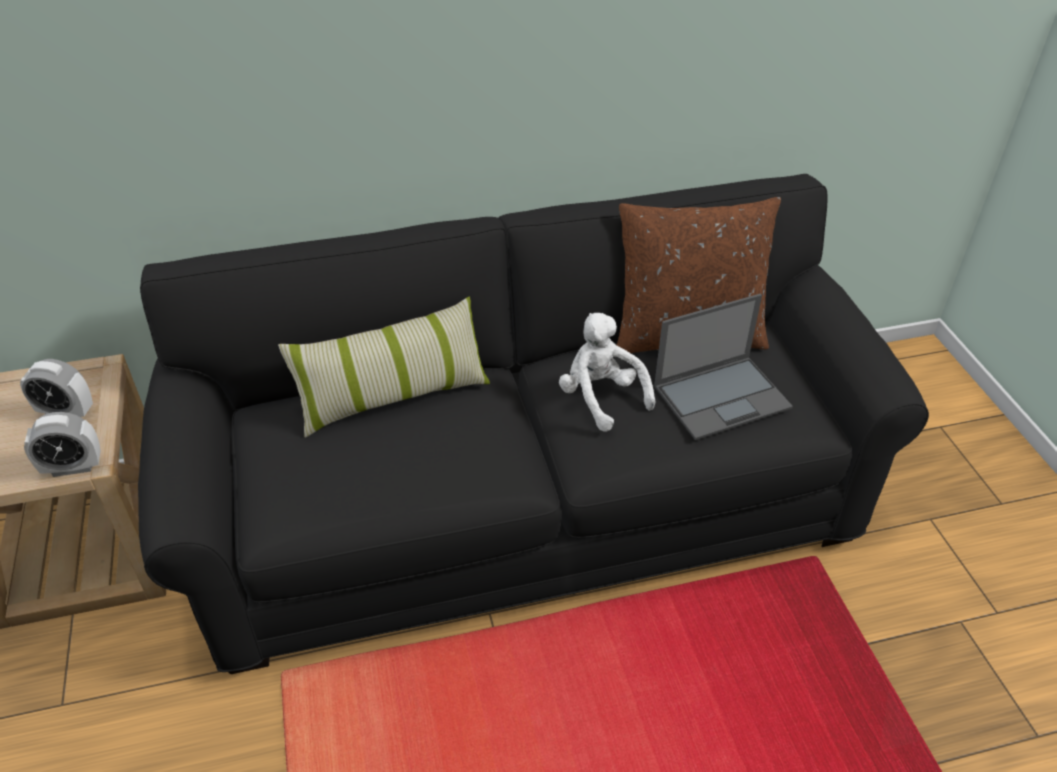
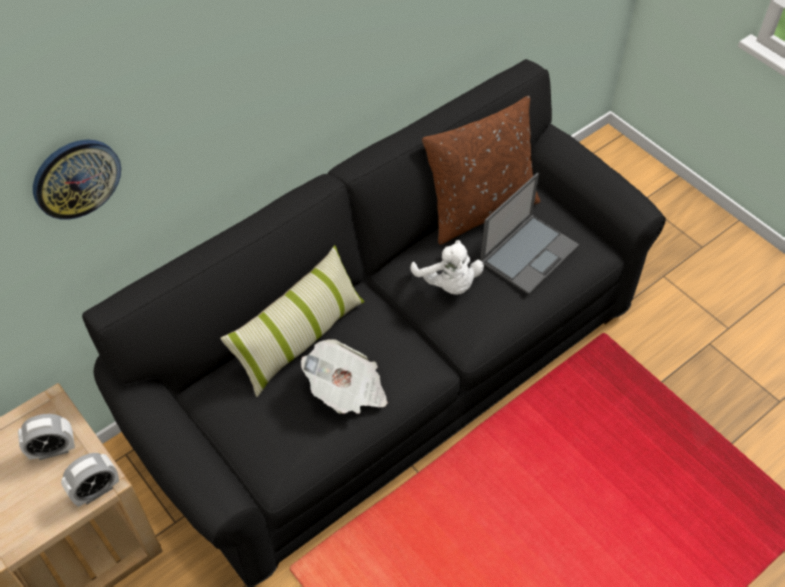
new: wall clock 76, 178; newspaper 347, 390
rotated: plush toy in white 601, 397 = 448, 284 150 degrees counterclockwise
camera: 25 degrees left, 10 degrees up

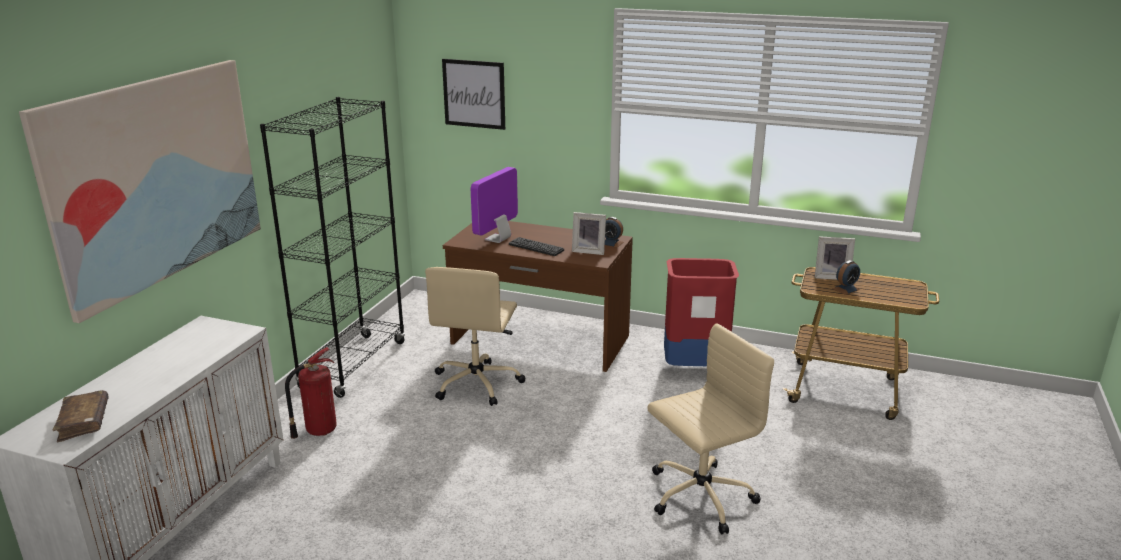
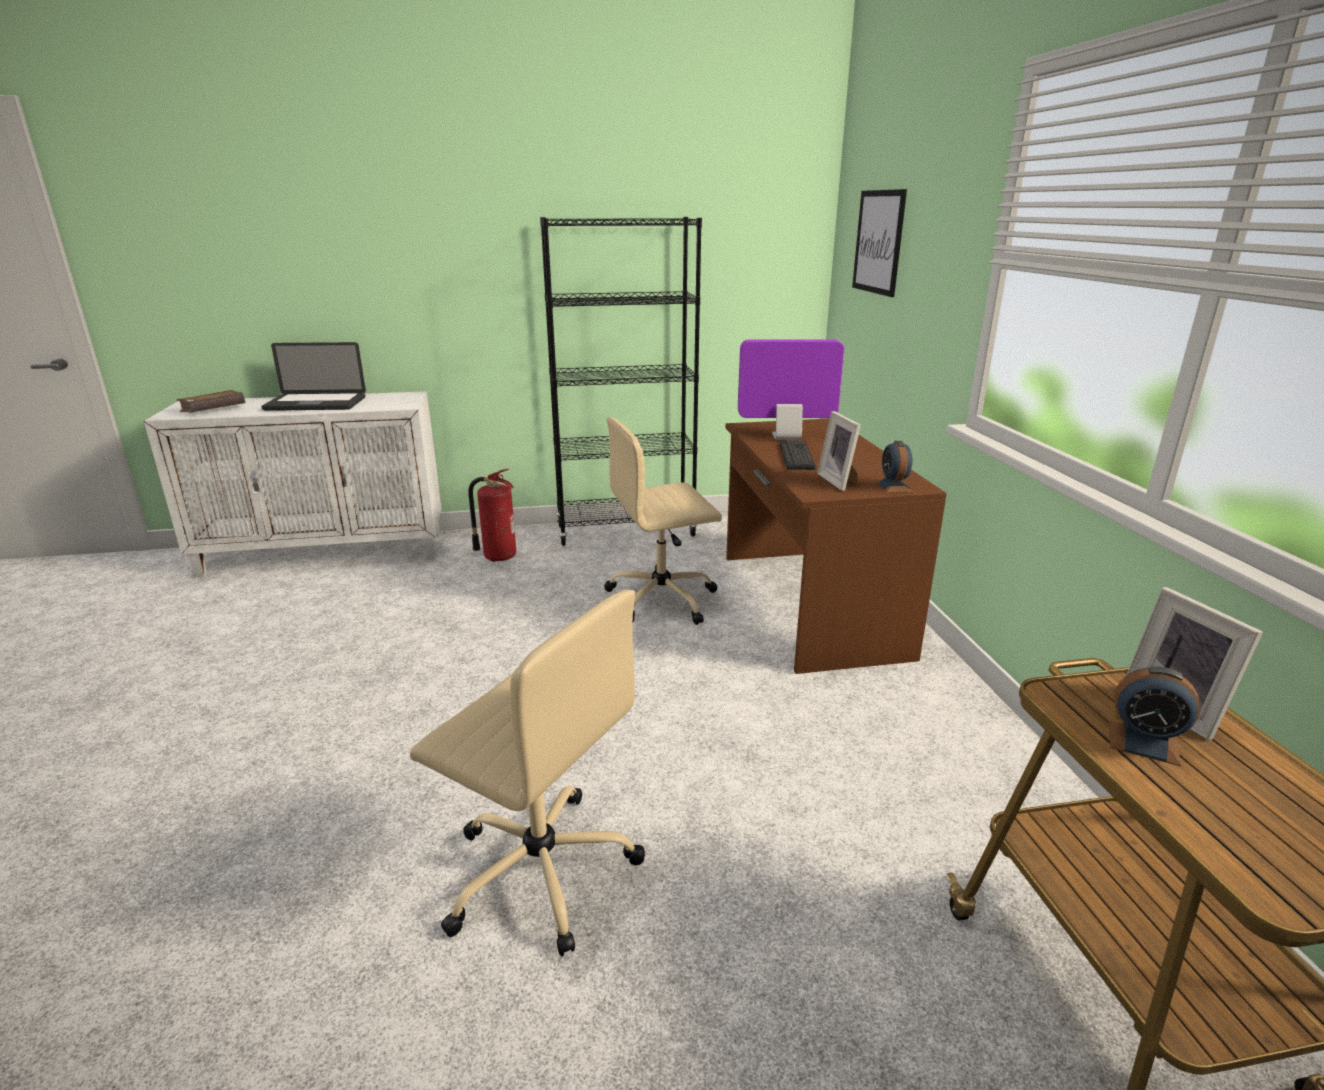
gone: picture 156, 180; trash can in red 694, 368
new: laptop 316, 404
camera: 60 degrees right, 0 degrees up

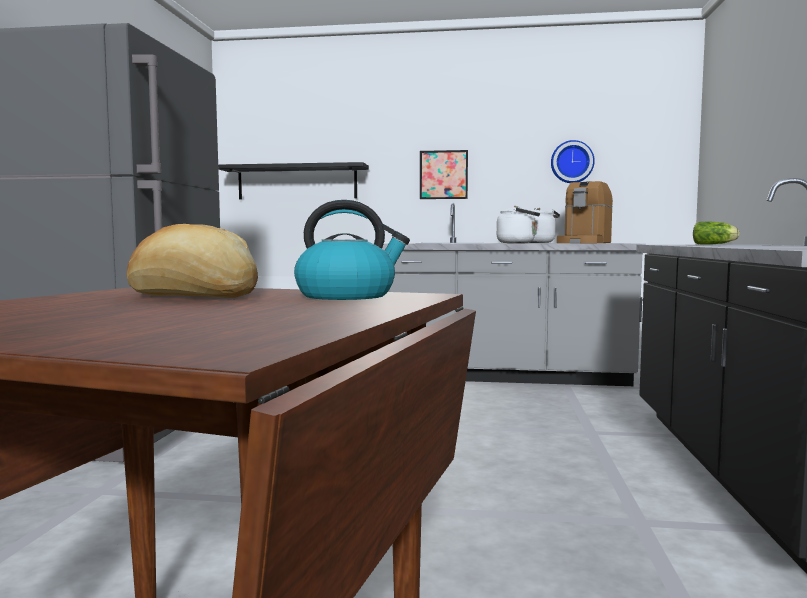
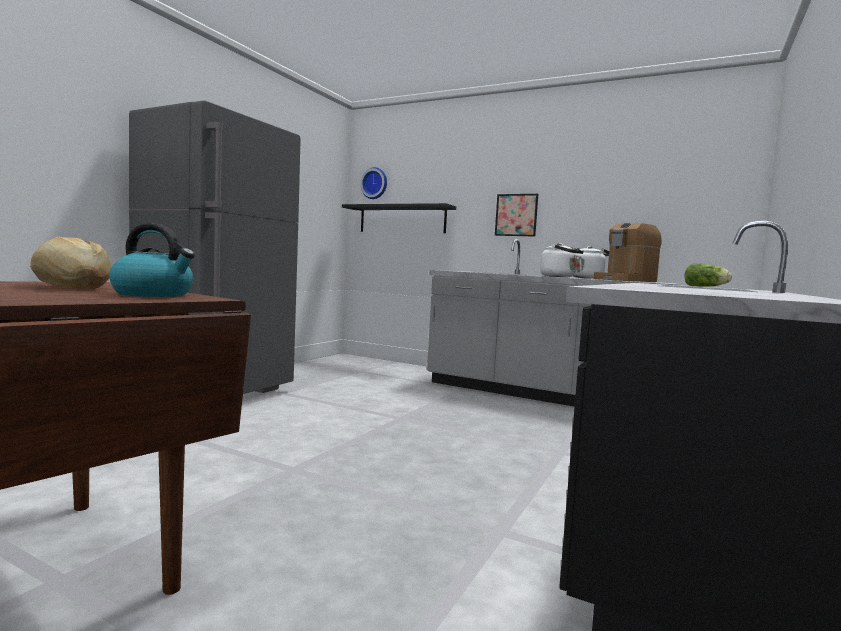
shifted: wall clock 572, 162 to 375, 183
camera: 20 degrees right, 0 degrees up

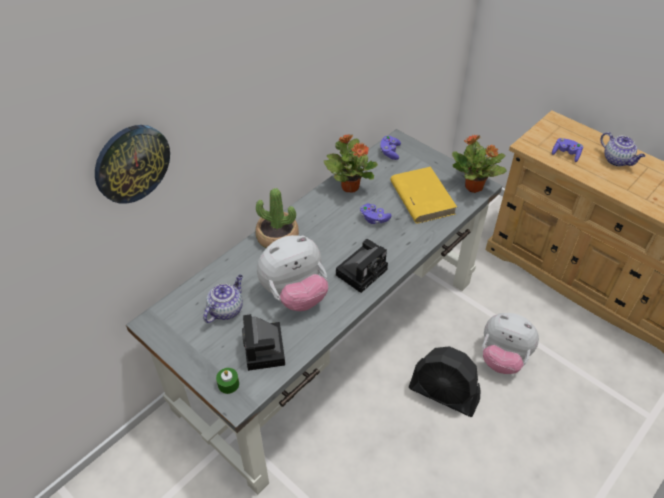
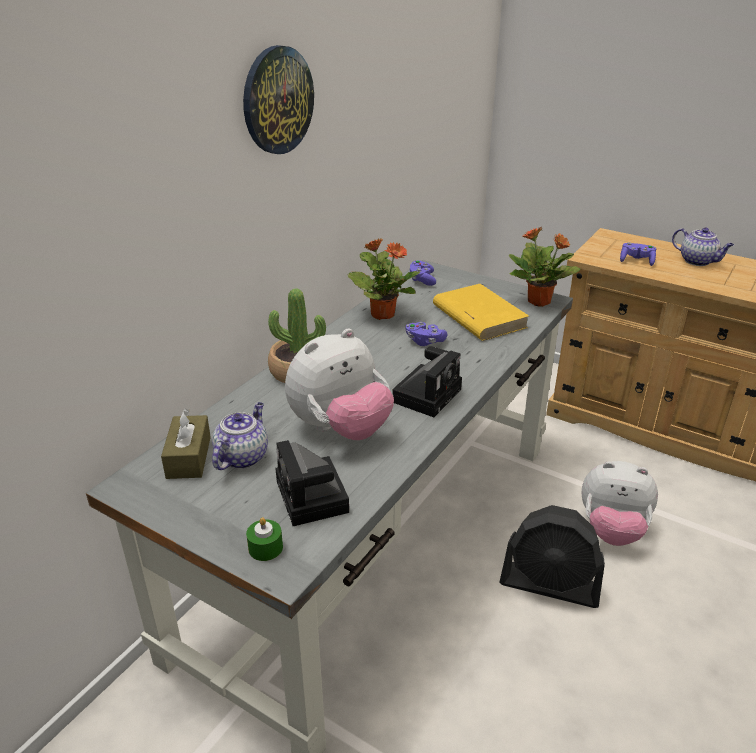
new: tissue box in brown 189, 457
shifted: wall clock 131, 163 to 277, 100
camera: 10 degrees left, 15 degrees down

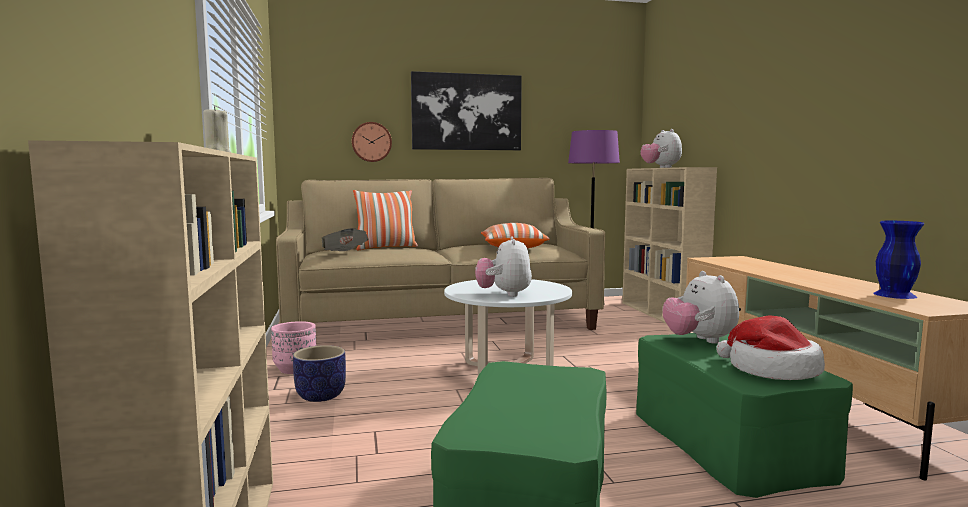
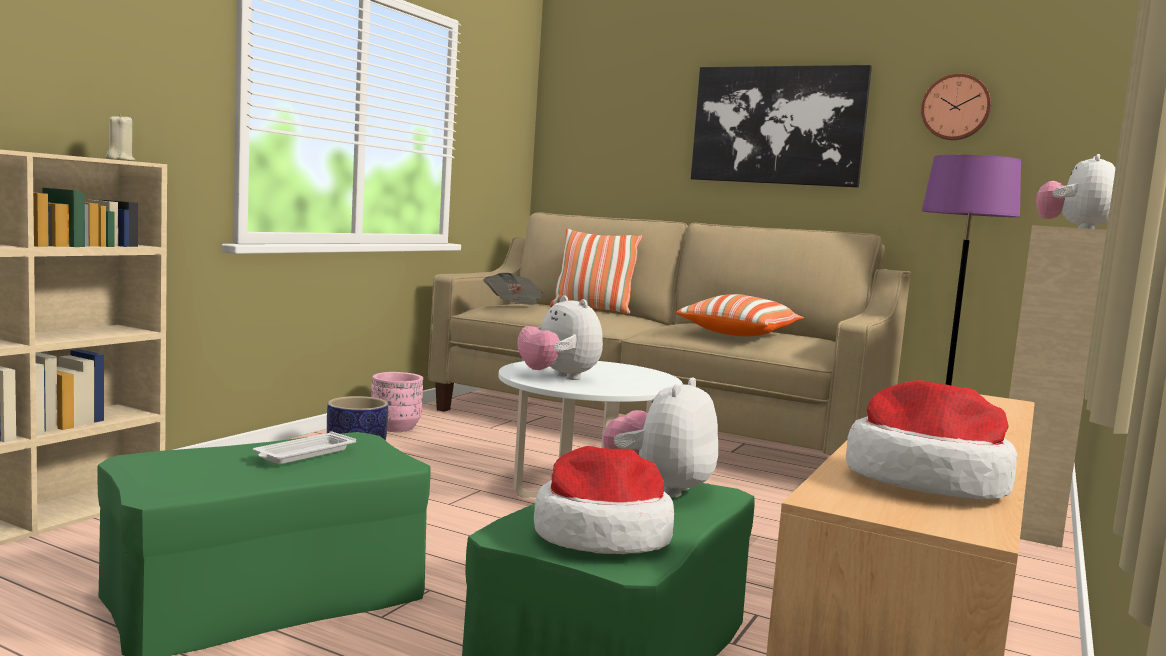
new: tray in white 303, 454
shifted: wall clock 371, 142 to 956, 107
swapped: vase in blue 893, 295 to hat 927, 481
rotated: plush toy 504, 294 = 558, 377 75 degrees counterclockwise
camera: 40 degrees right, 0 degrees up

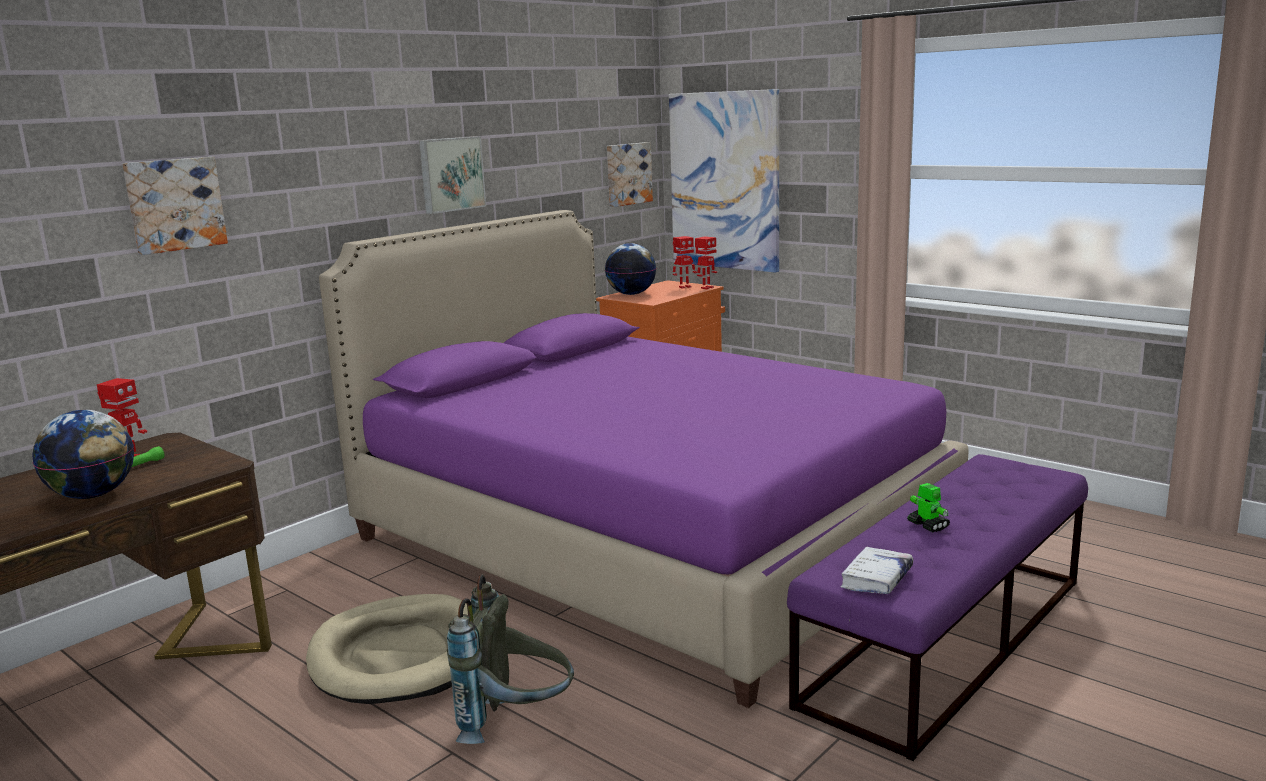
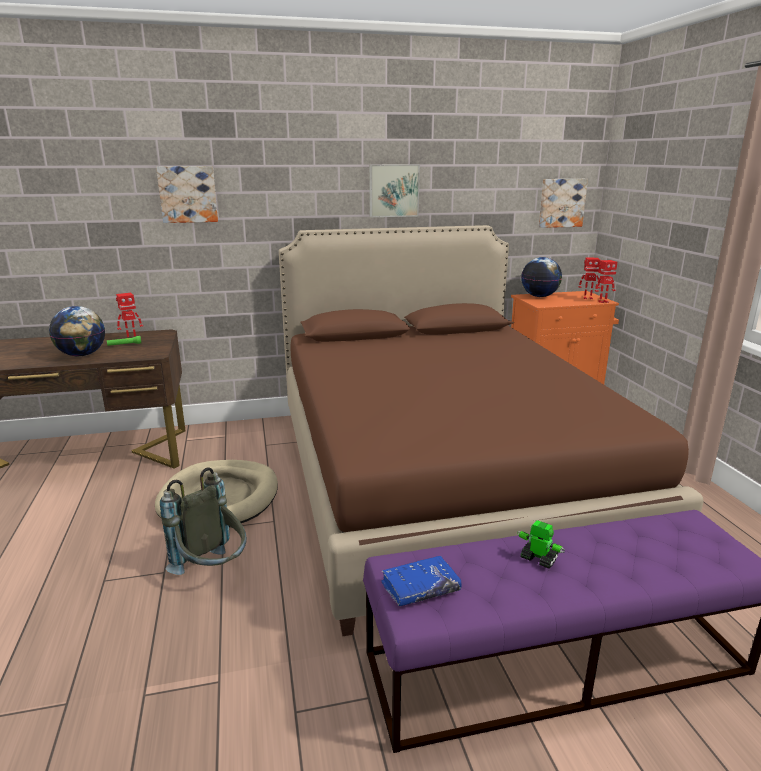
gone: picture 725, 181
repainted: bed in purple 647, 540 to bed in brown 439, 480; book in white 876, 579 to book in blue 420, 587
rotated: toy robot 927, 525 = 538, 558 60 degrees counterclockwise
camera: 35 degrees right, 5 degrees up

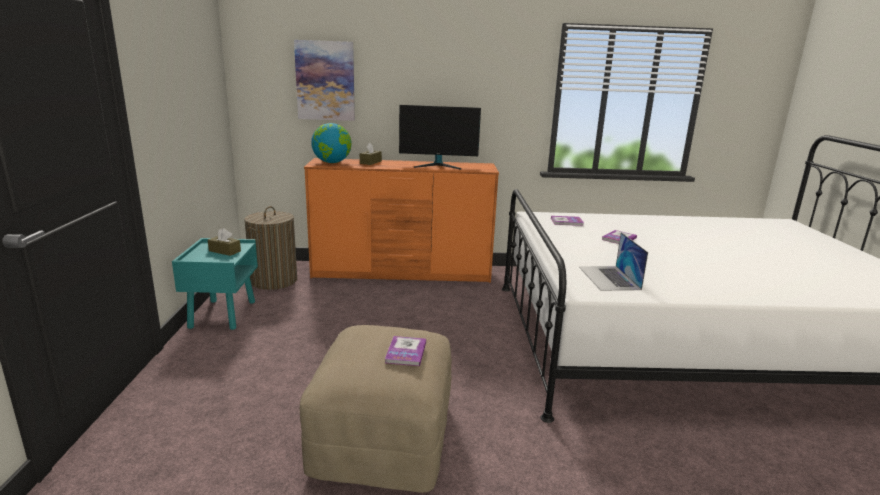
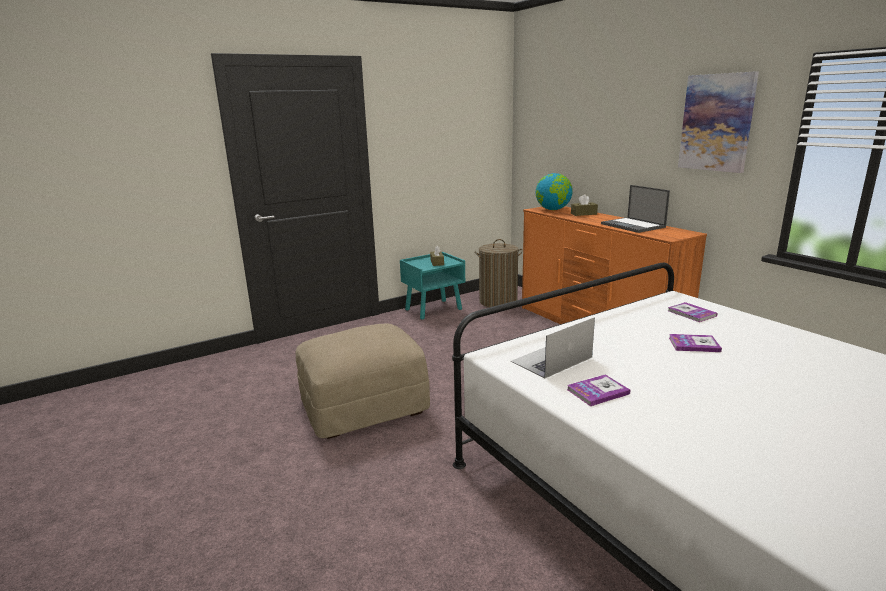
shifted: picture 325, 81 to 716, 123; book 406, 352 to 597, 391
swapped: monitor 438, 165 to laptop 633, 226
camera: 60 degrees right, 0 degrees up

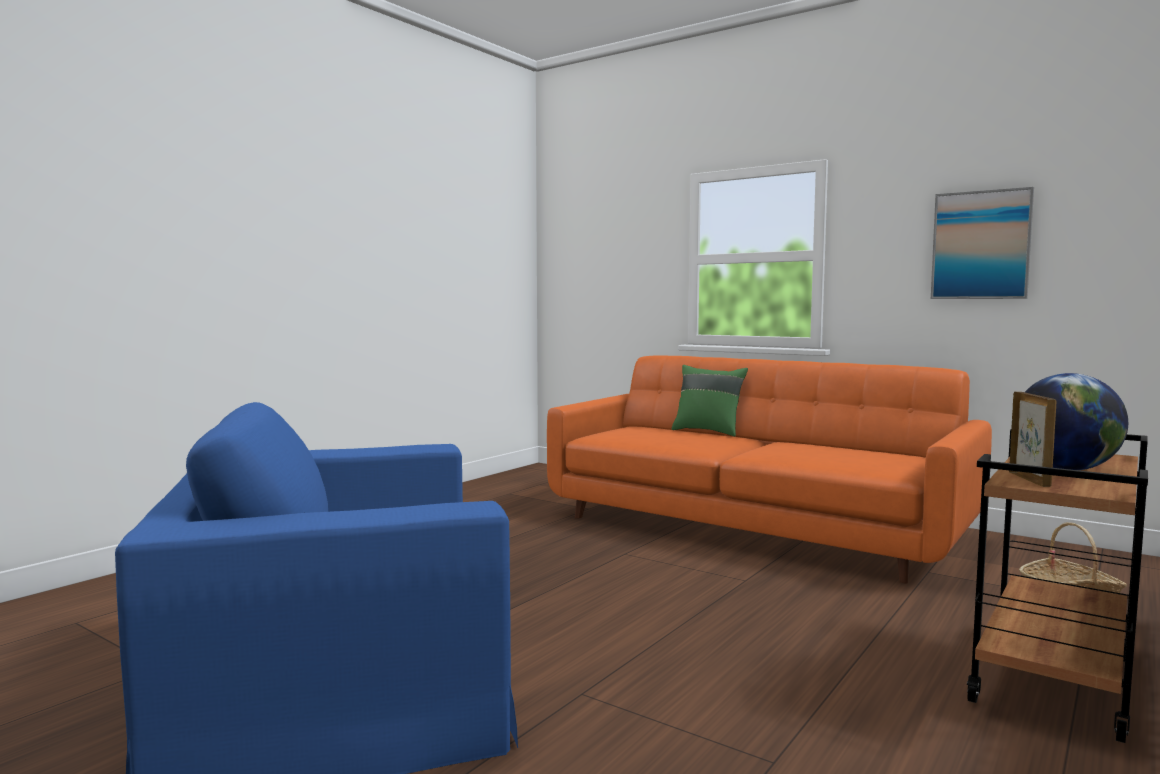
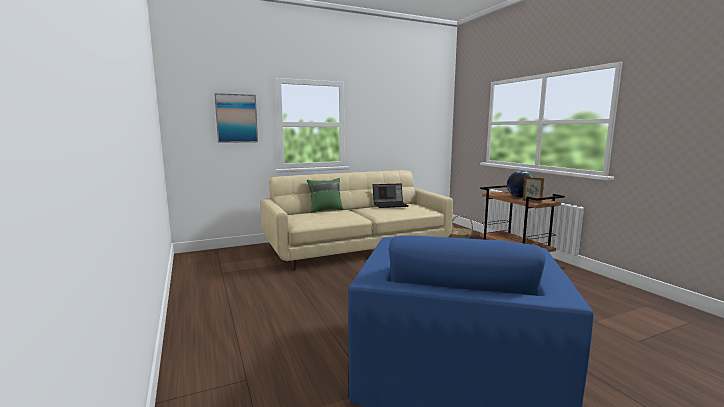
new: laptop 390, 205
shifted: picture 981, 245 to 236, 118
repainted: sofa in orange 754, 527 to sofa in beige 357, 247
camera: 60 degrees left, 5 degrees up

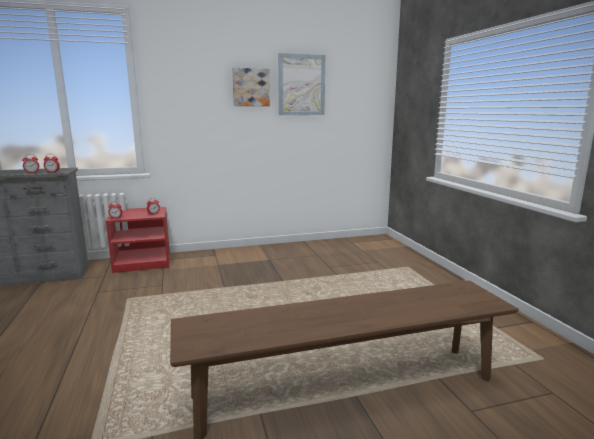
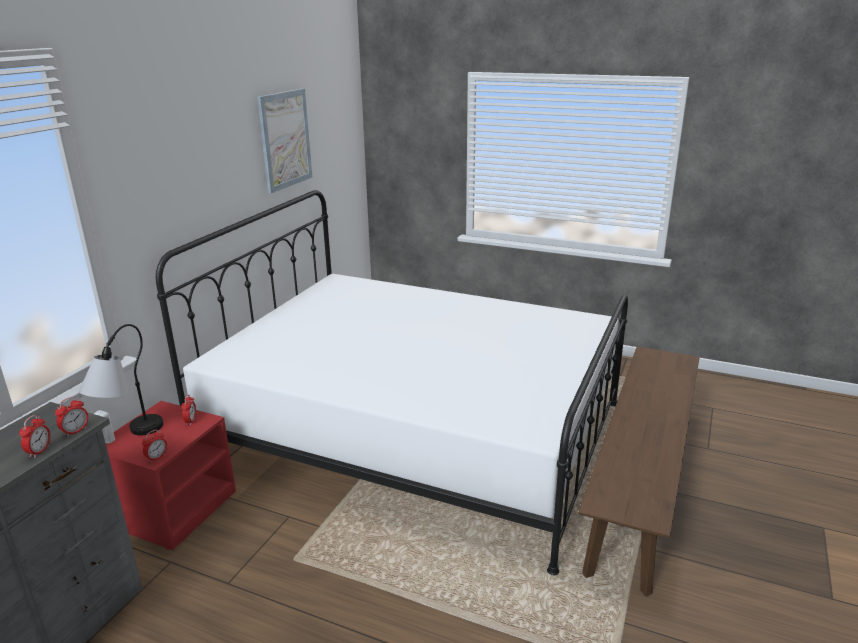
gone: picture 250, 87
new: bed in white 417, 432; table lamp 129, 437
camera: 50 degrees left, 10 degrees up

